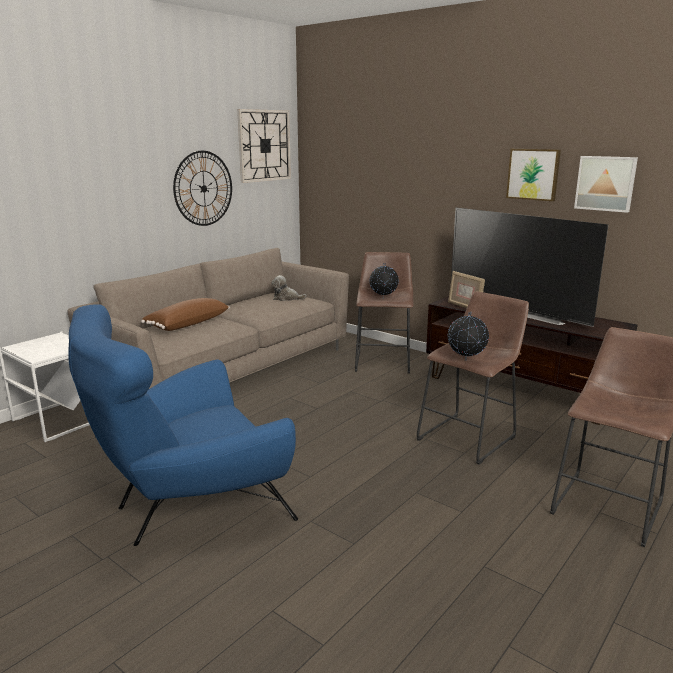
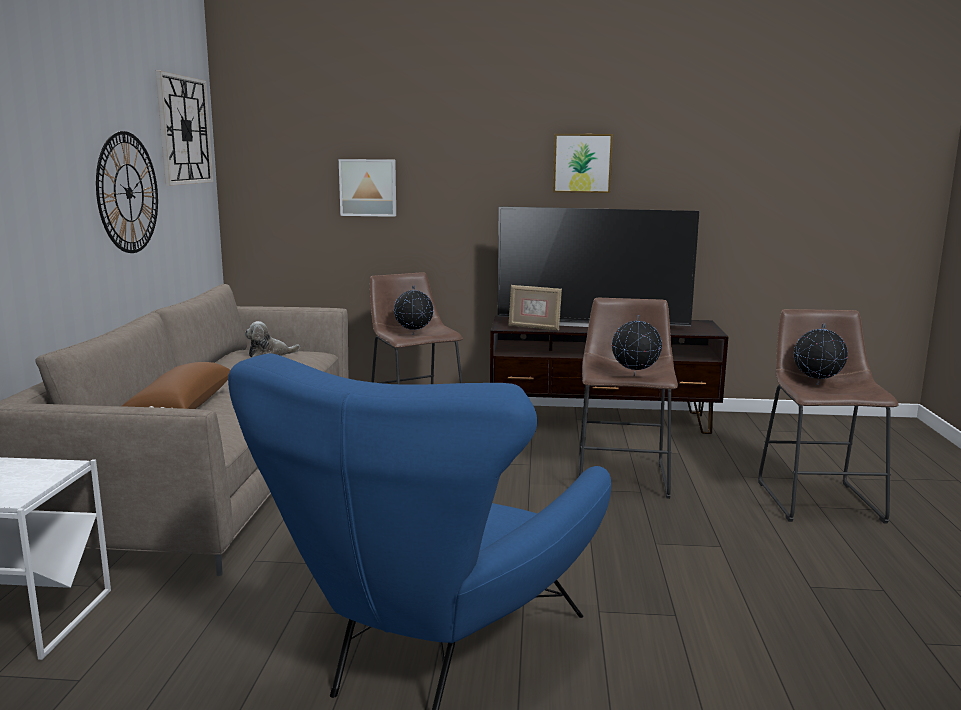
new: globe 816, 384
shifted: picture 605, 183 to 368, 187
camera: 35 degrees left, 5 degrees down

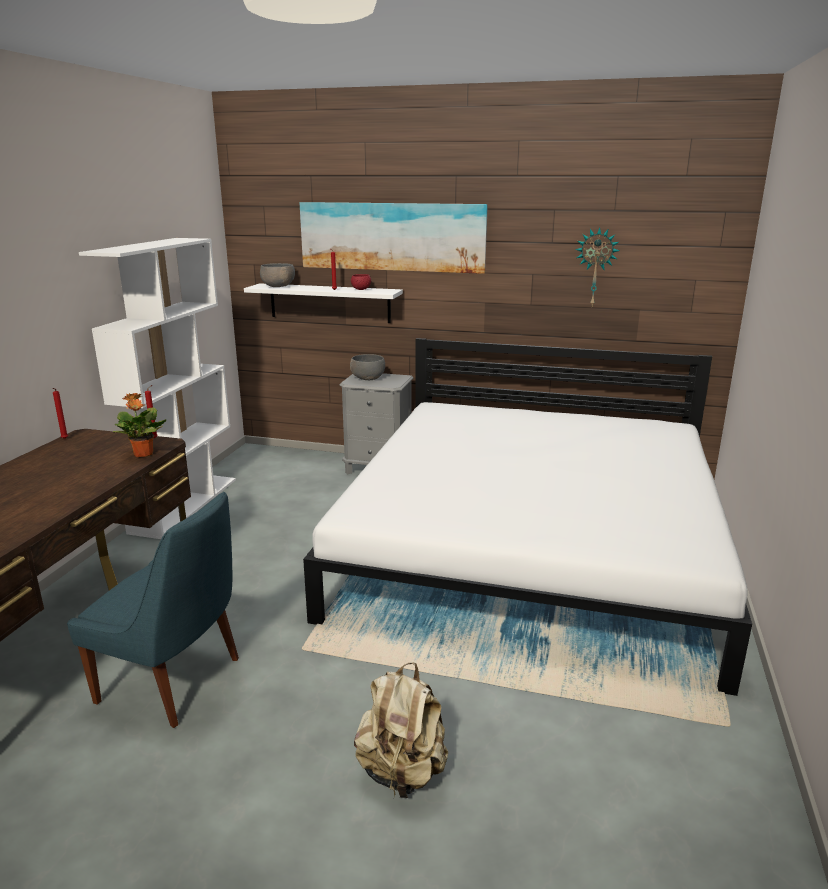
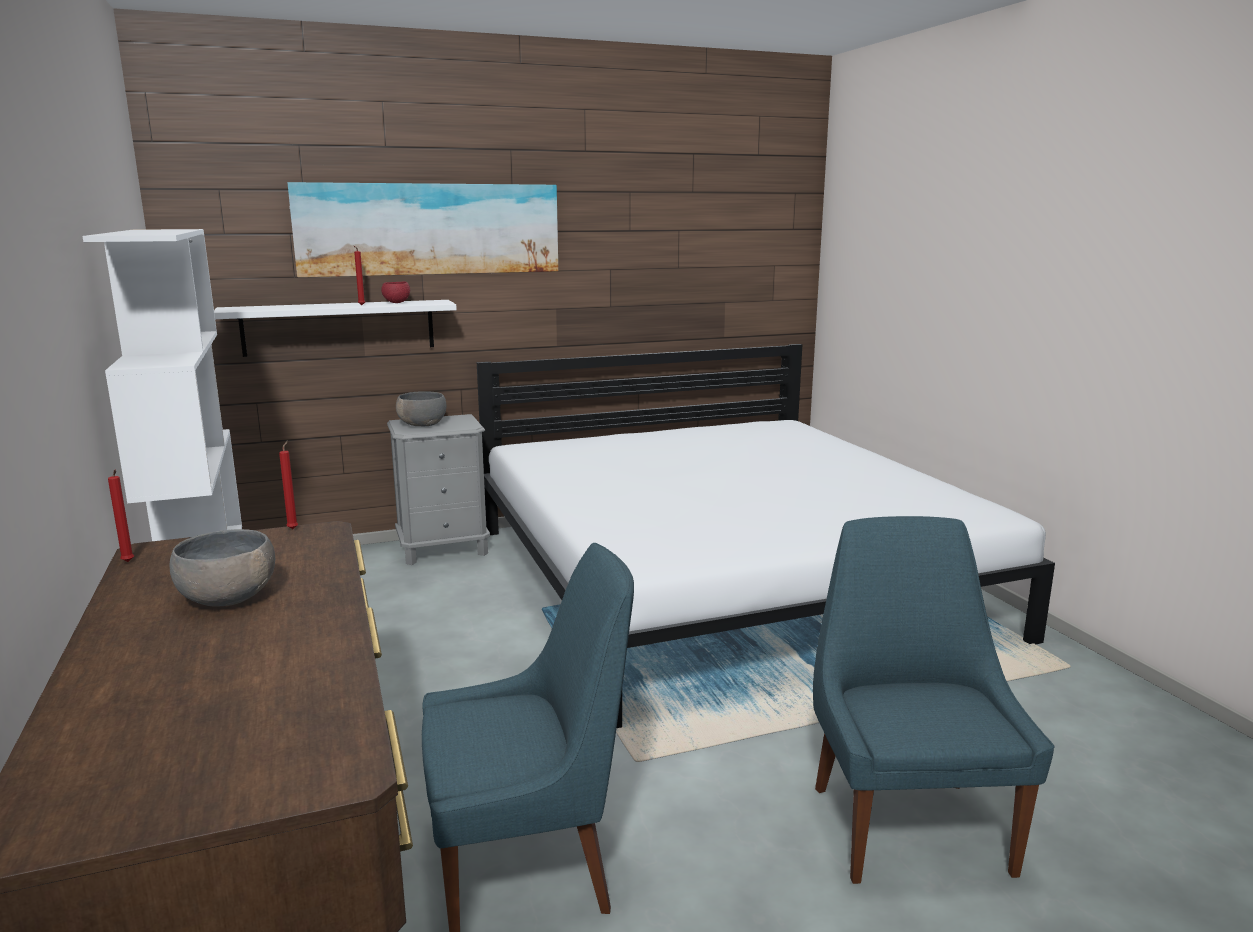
gone: wall clock 595, 267; potted plant 143, 454
shifted: bowl in grey 278, 286 to 228, 598
swapped: backpack in beige 402, 772 to chair in blue 906, 824
camera: 35 degrees left, 5 degrees down

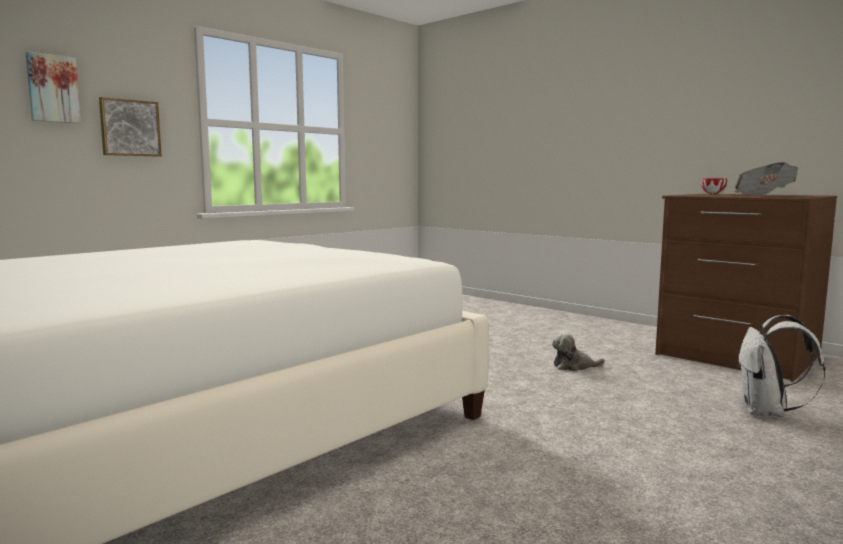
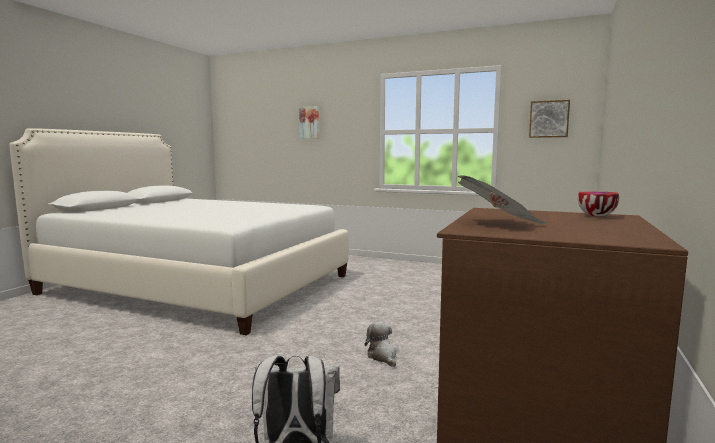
shifted: picture 129, 128 to 549, 119
camera: 70 degrees right, 0 degrees up

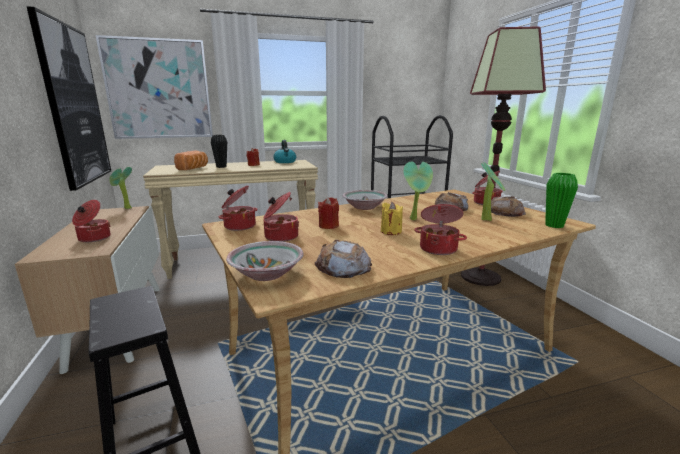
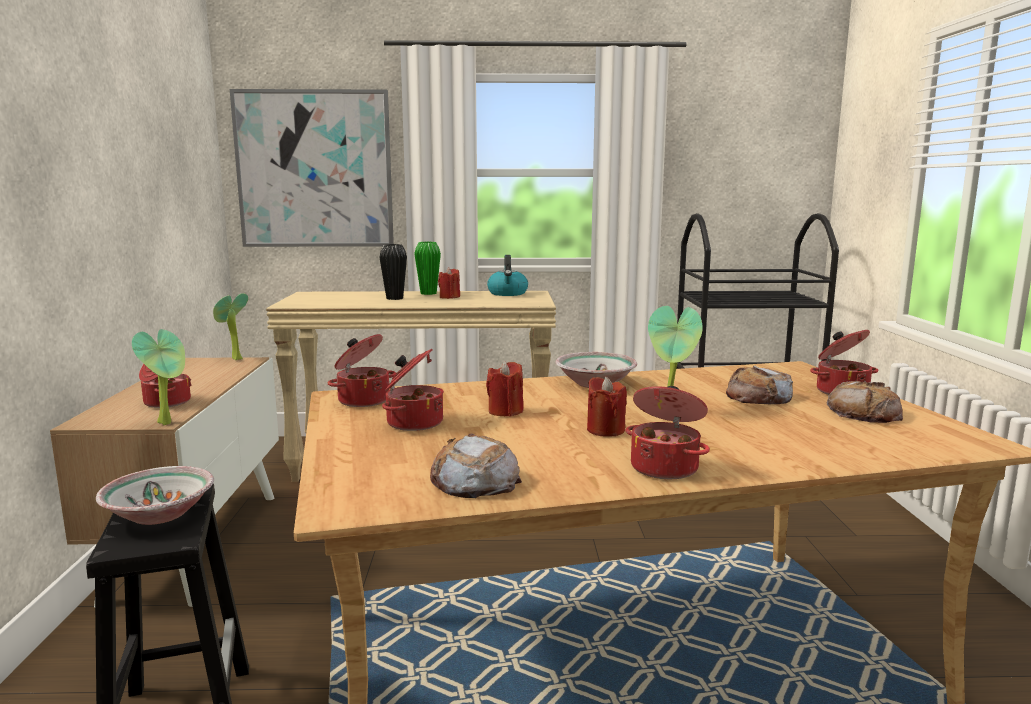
gone: picture 74, 105; floor lamp 480, 277; bread 194, 169
shifted: potted plant 487, 219 to 168, 422; vase in green 554, 225 to 428, 293; bowl 267, 274 to 160, 515
repainted: candle in yellow 391, 231 to candle in red 605, 430
camera: 15 degrees right, 5 degrees down

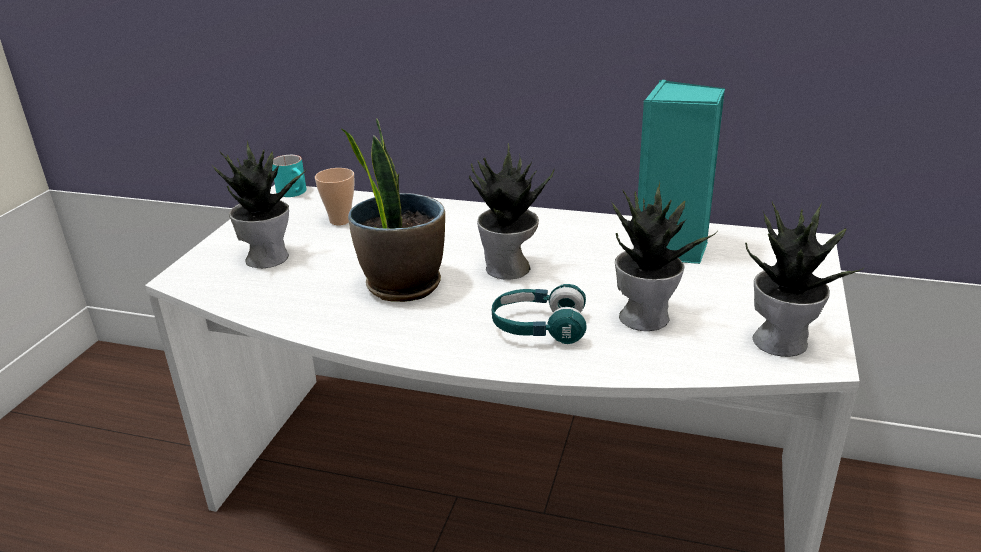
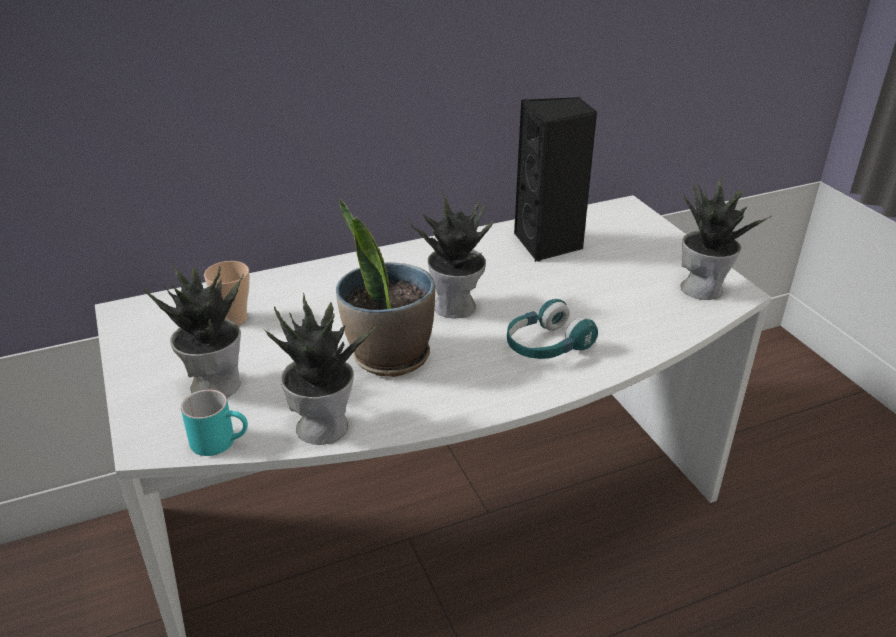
shifted: mug in turquoise 295, 193 to 221, 441; potted plant 646, 317 to 323, 425
repainted: speaker in turquoise 671, 249 to speaker in black 549, 244
camera: 40 degrees left, 5 degrees up

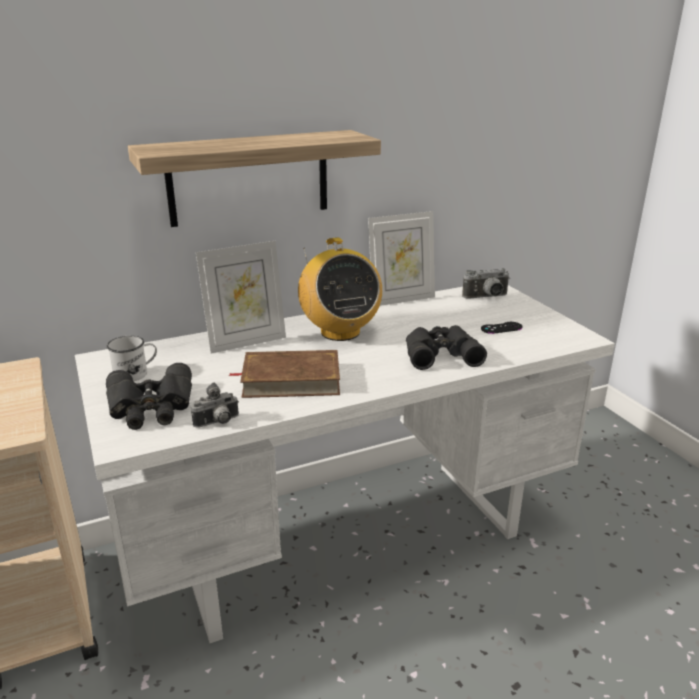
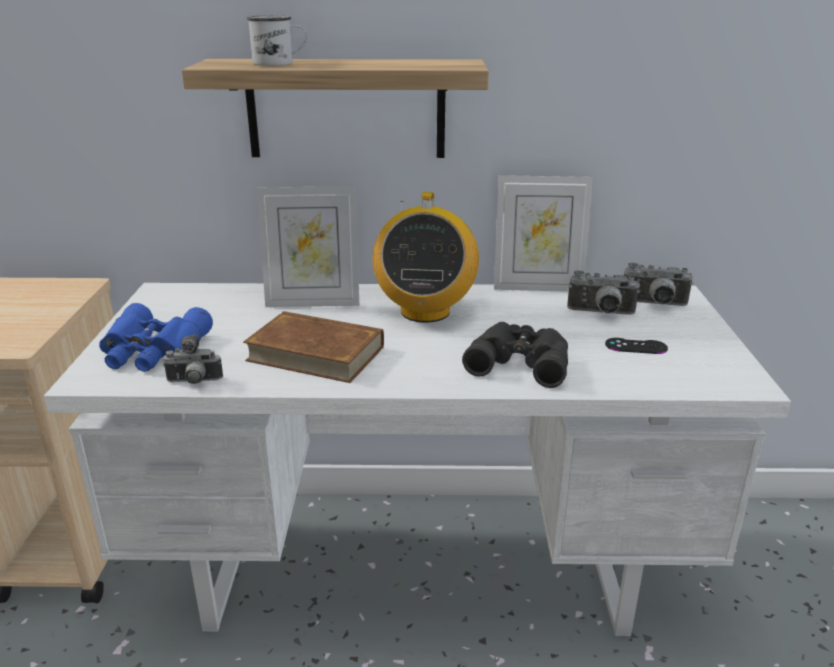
new: photo camera 601, 313
shifted: mug in white 136, 373 to 279, 63
repainted: binoculars in black 151, 407 to binoculars in blue 152, 350
camera: 25 degrees right, 0 degrees up

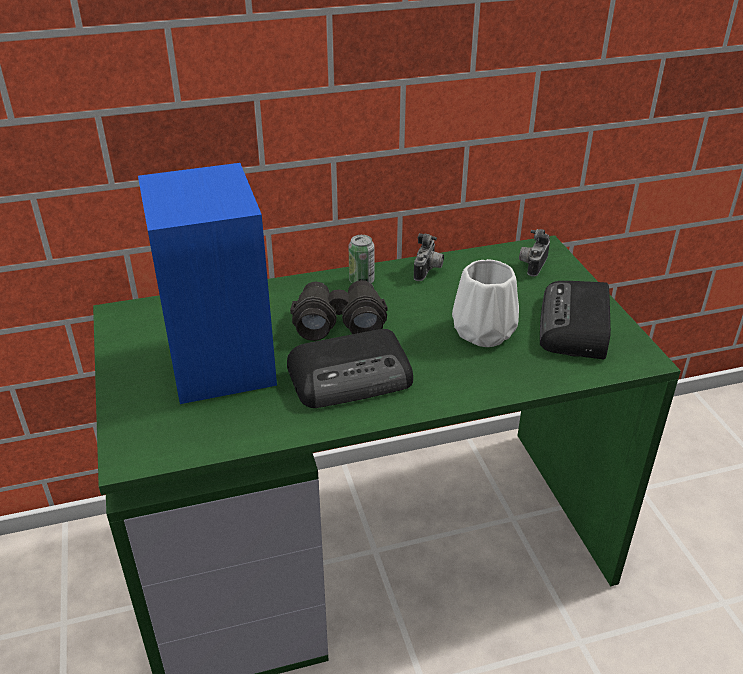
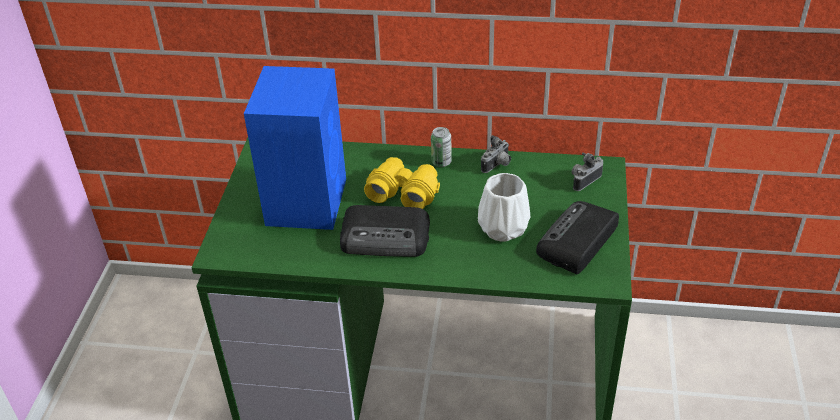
repainted: binoculars in black 339, 322 to binoculars in yellow 403, 192
camera: 25 degrees right, 5 degrees up

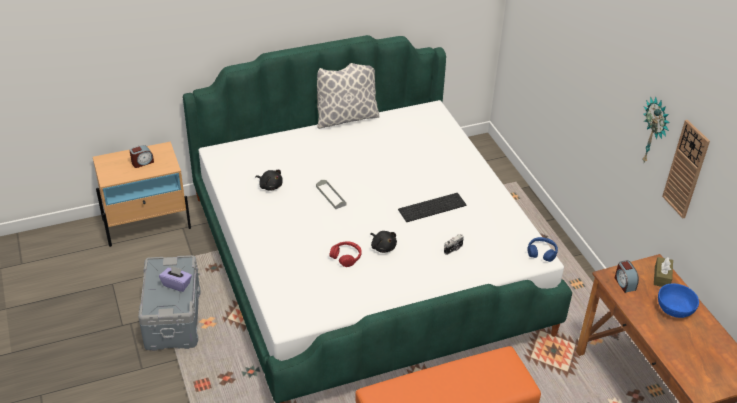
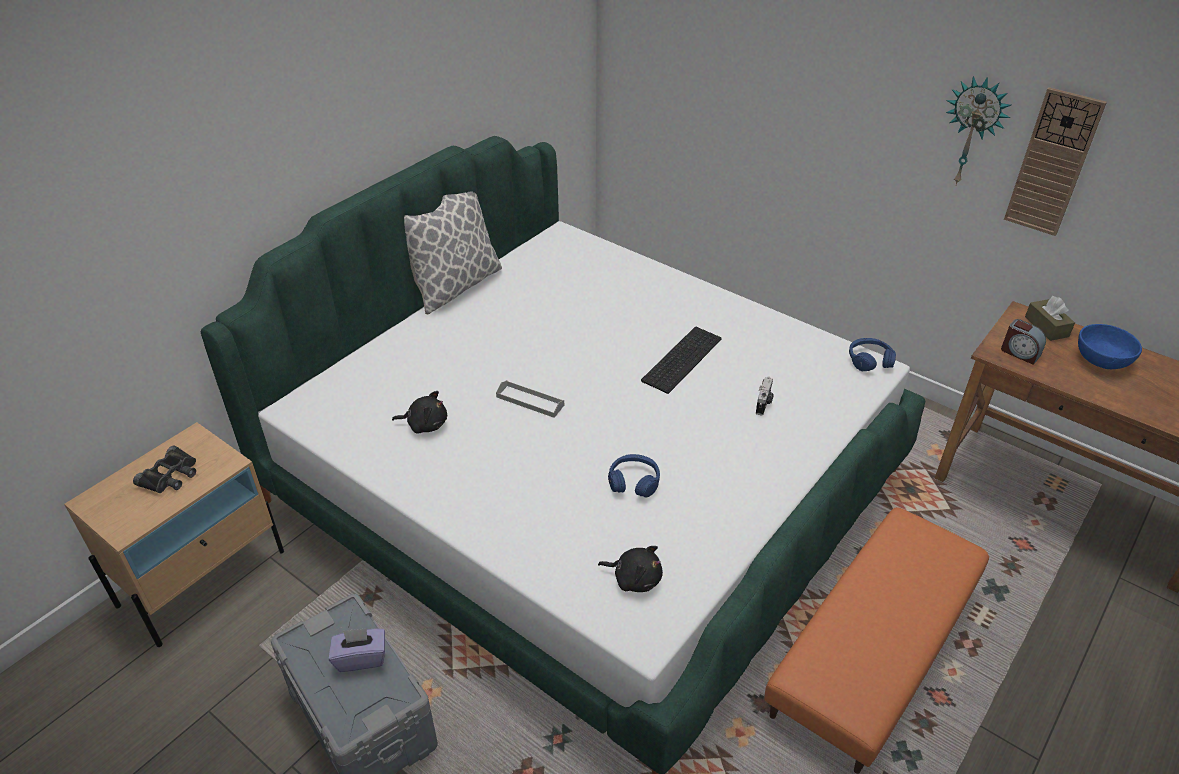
shifted: plush toy in black 383, 247 to 634, 578
swapped: alarm clock 142, 162 to binoculars in black 171, 475
repainted: headphones in red 346, 257 to headphones in blue 634, 481
camera: 30 degrees left, 0 degrees up

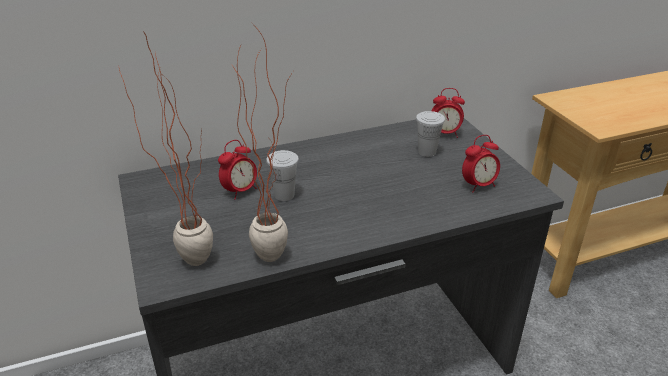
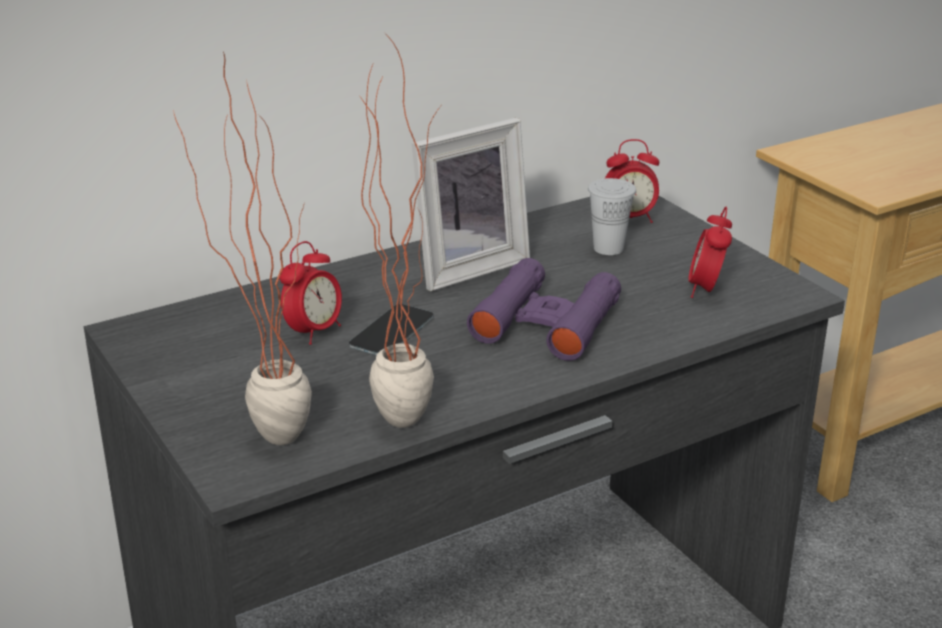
new: picture frame 466, 266; binoculars in purple 546, 322
swapped: cup in white 284, 195 to phone 392, 331
rotated: alarm clock 478, 185 = 706, 290 135 degrees clockwise
camera: 10 degrees left, 5 degrees down

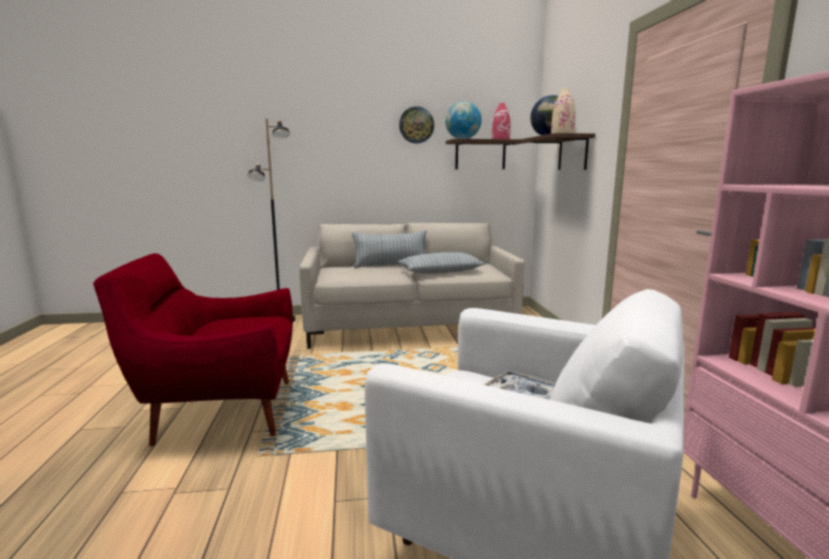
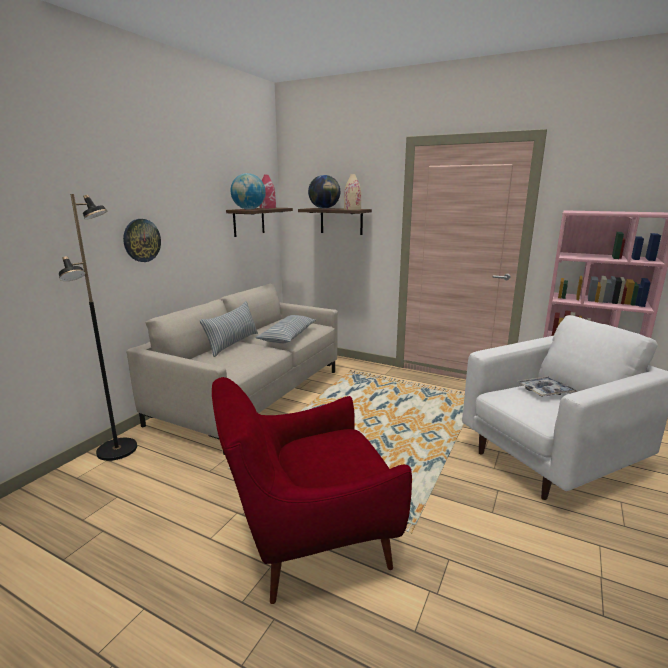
shifted: wall clock 416, 125 to 141, 240
rotated: armchair in red 219, 411 = 306, 540 45 degrees clockwise
camera: 55 degrees left, 5 degrees up

